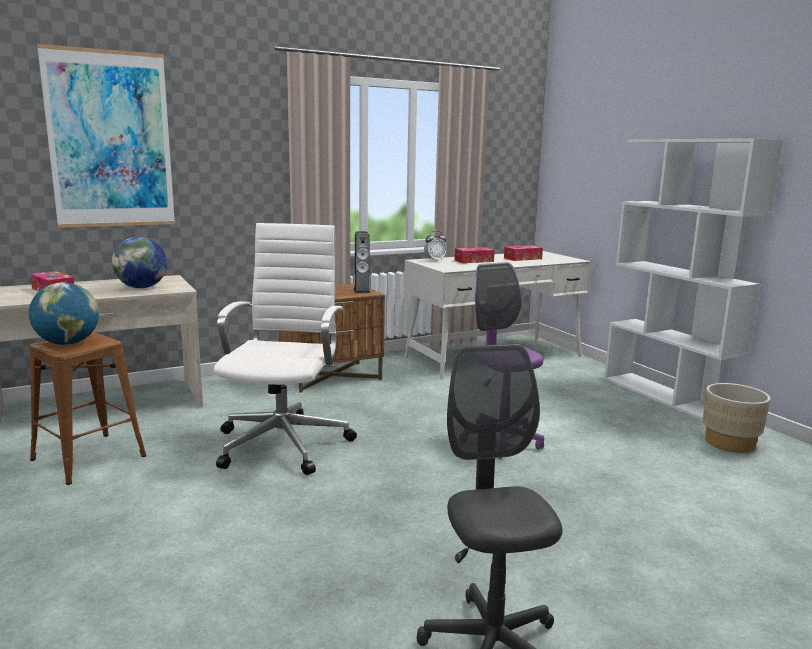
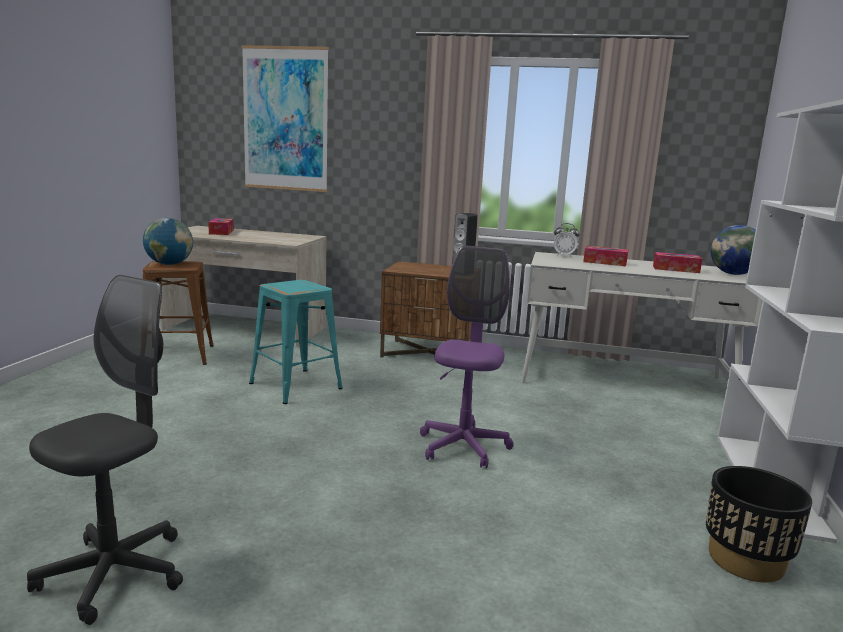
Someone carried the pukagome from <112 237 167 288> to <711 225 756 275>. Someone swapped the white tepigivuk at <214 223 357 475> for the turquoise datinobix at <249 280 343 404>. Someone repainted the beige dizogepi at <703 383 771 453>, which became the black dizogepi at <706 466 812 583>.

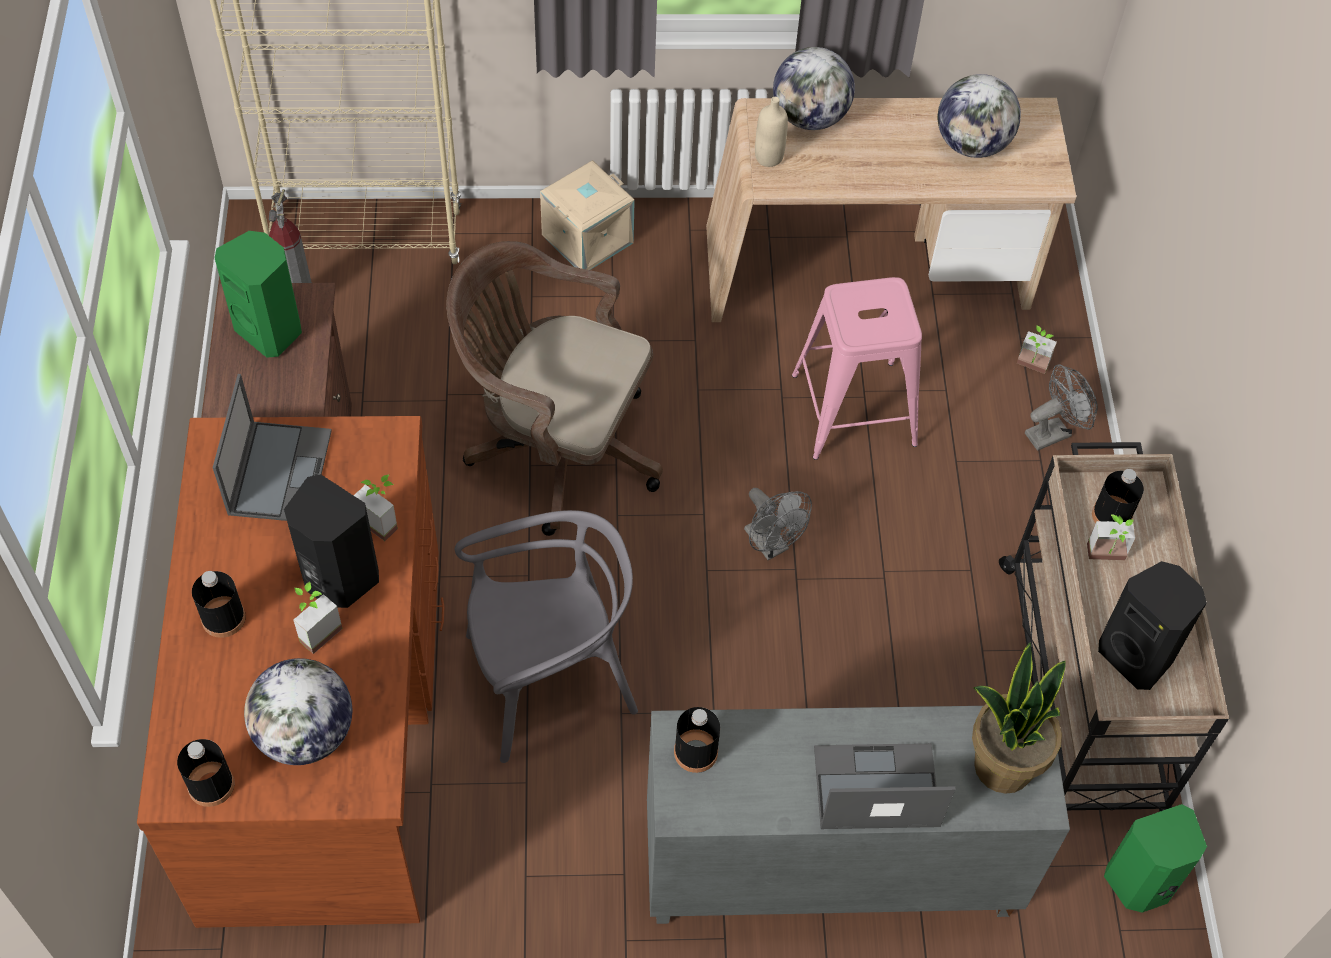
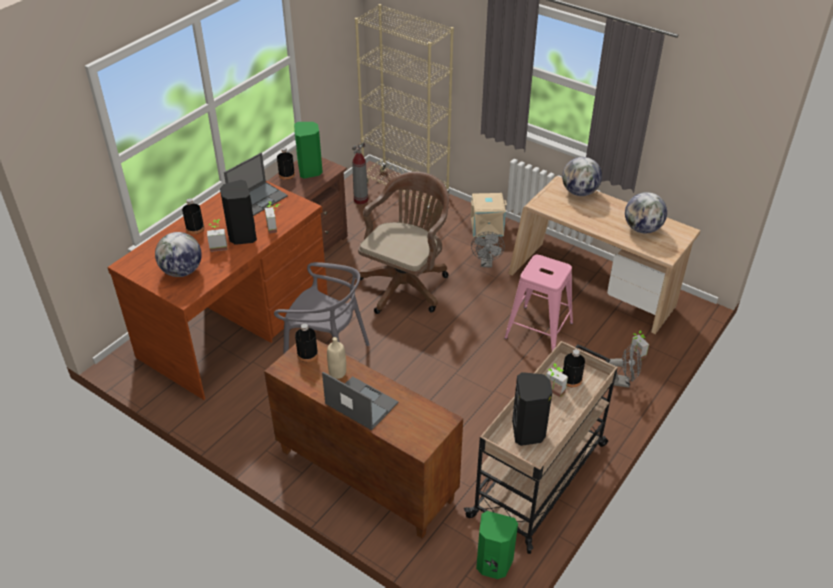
Someone took away the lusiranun at <972 642 1065 794>. Someone carried the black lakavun from <177 739 234 807> to <277 147 295 180>. Someone carried the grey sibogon from <744 488 812 560> to <471 232 505 268>. Someone carried the beige lakavun from <755 97 788 167> to <327 337 346 379>. Someone repainted the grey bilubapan at <647 706 1070 924>, which became the brown bilubapan at <264 339 463 538>. Someone rotated the brown tepigivuk at <446 241 663 536> by 60 degrees clockwise.

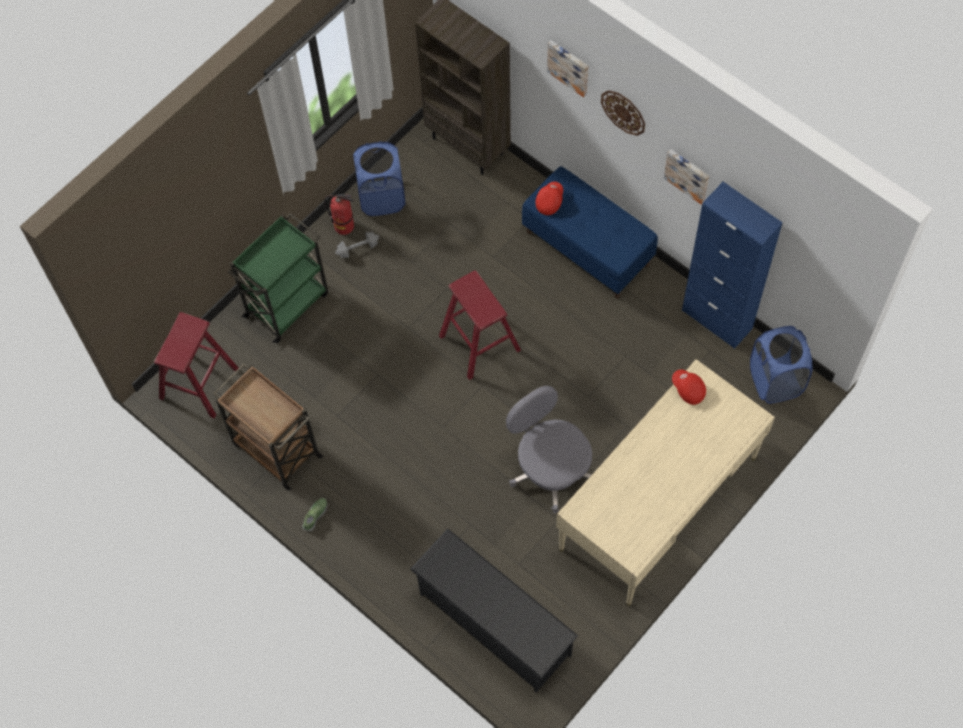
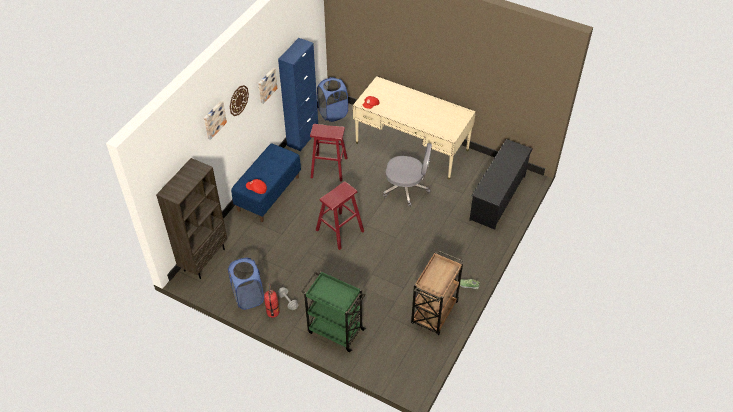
Someone carried the red datinobix from <154 312 238 419> to <310 124 348 182>. Someone rotated the grey tepigivuk at <506 386 592 513> by 120 degrees counterclockwise.

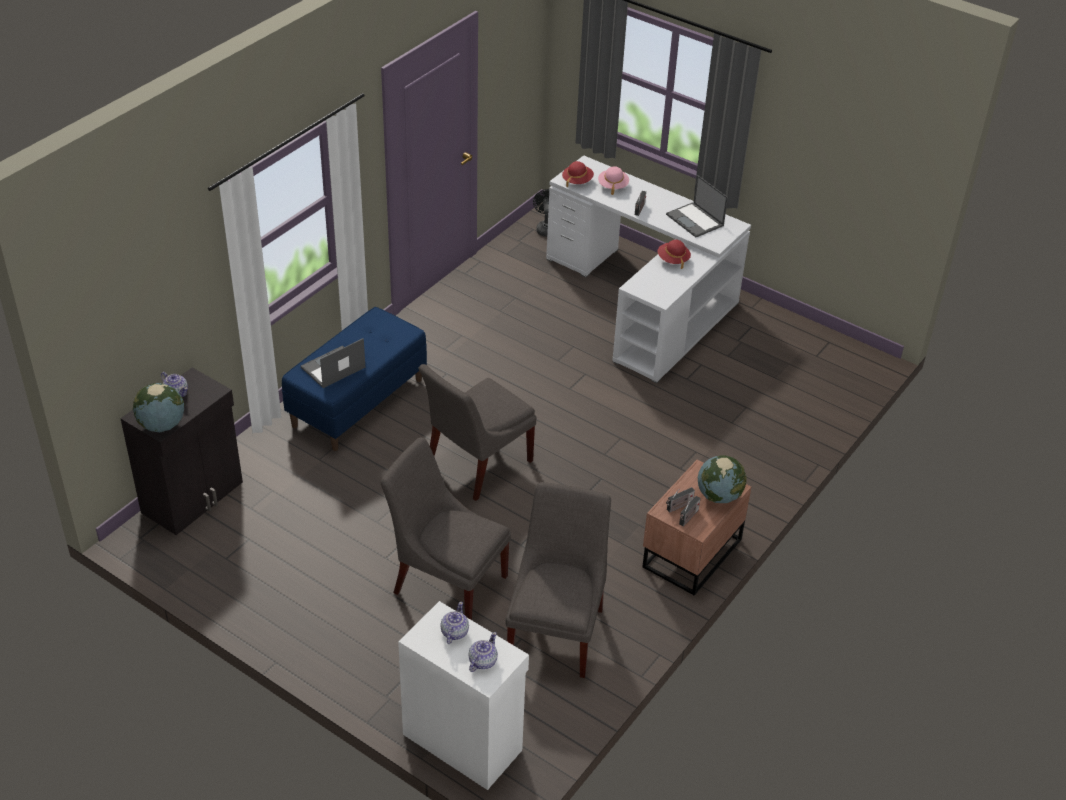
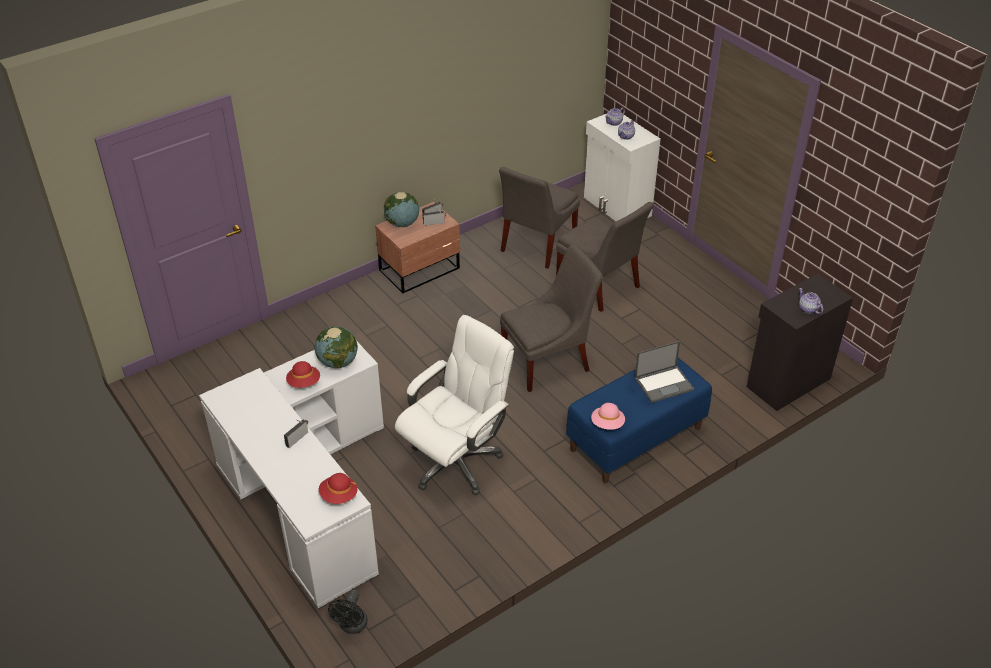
Someone took away the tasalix at <666 175 728 238>. Someone put down the white tepigivuk at <395 315 514 495>. Someone carried the pukagome from <133 383 185 432> to <315 326 358 368>. Someone carried the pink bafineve from <598 166 629 195> to <591 403 625 430>.

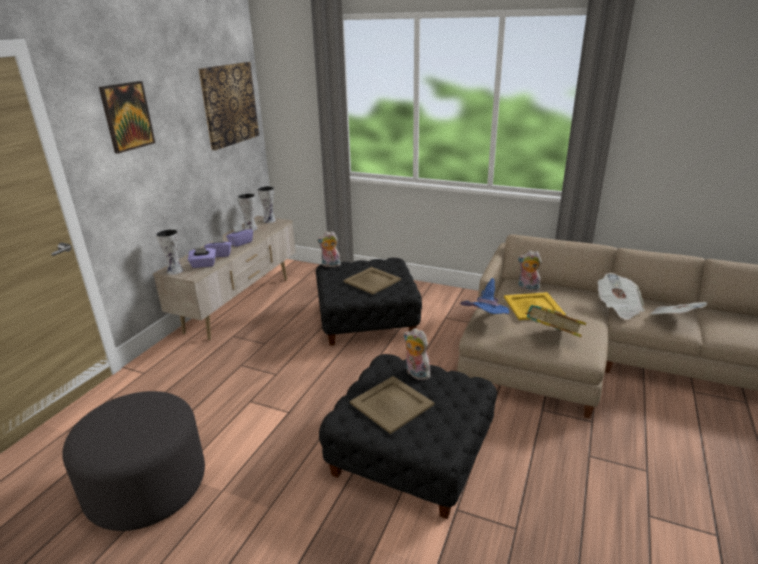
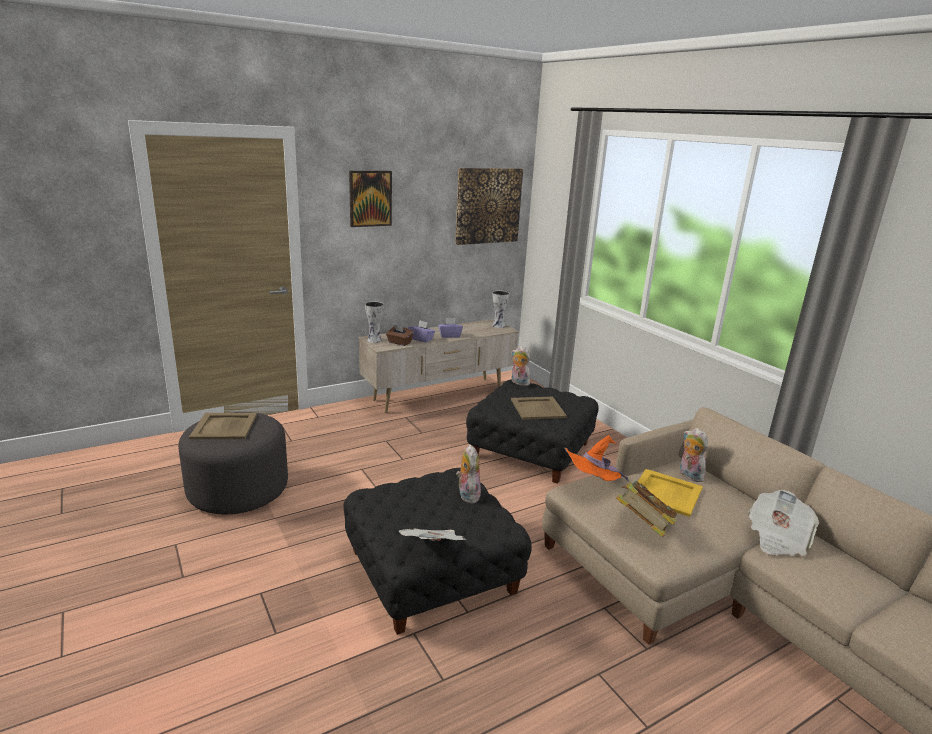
Someone took away the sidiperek at <237 193 258 231>. Someone carried the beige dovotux from <350 376 434 434> to <189 413 257 439>. Someone carried the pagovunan from <651 302 707 314> to <399 528 467 541>. Someone repainted the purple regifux at <188 248 216 268>, which became the brown regifux at <386 325 414 346>. Someone repainted the blue bafineve at <460 278 510 314>, which became the orange bafineve at <564 435 629 481>.

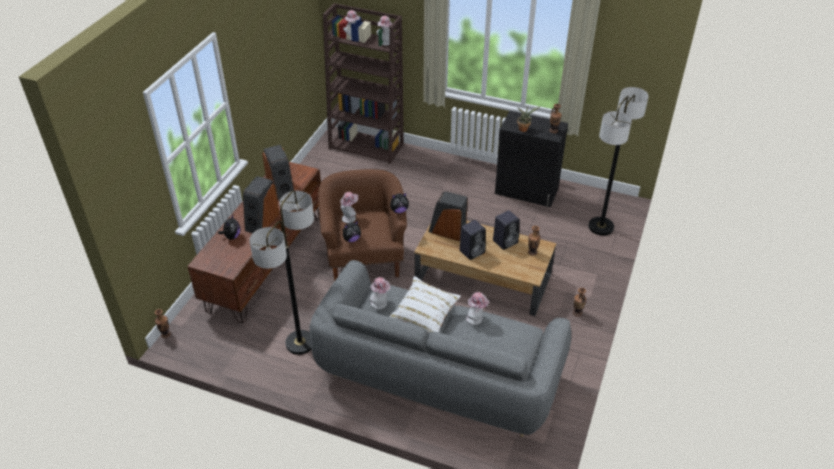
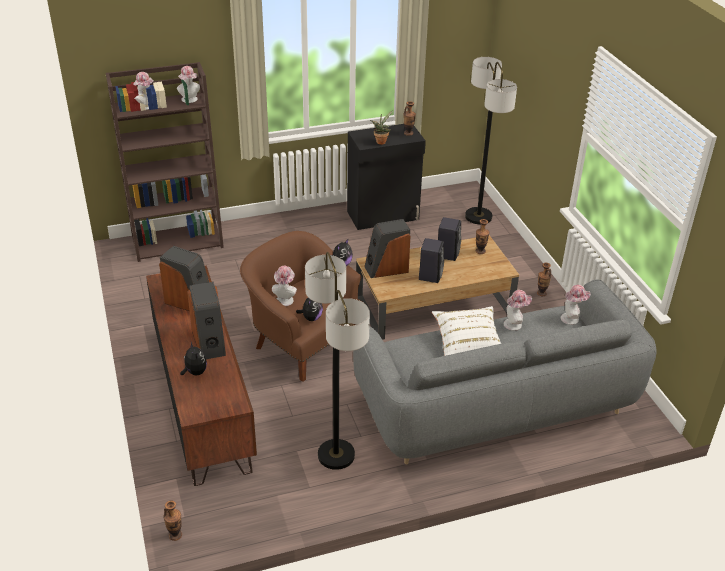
Someone carried the bafineve from <369 277 391 309> to <561 285 591 325>.

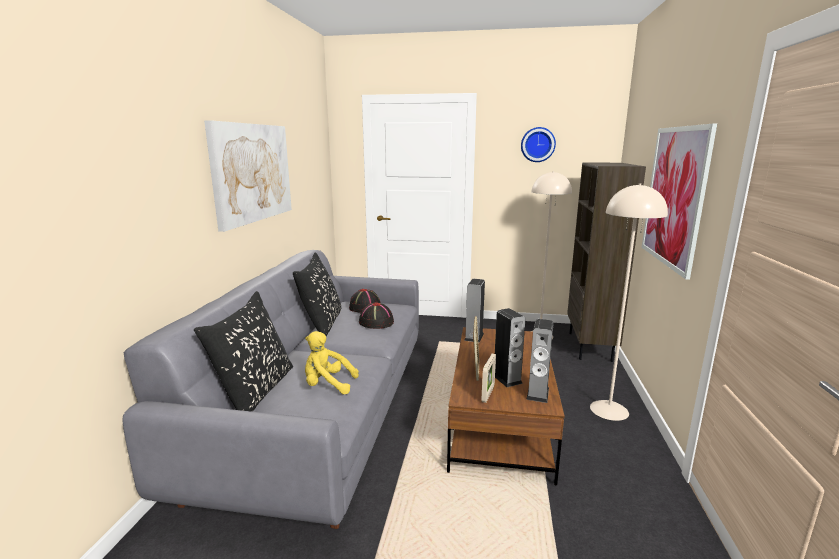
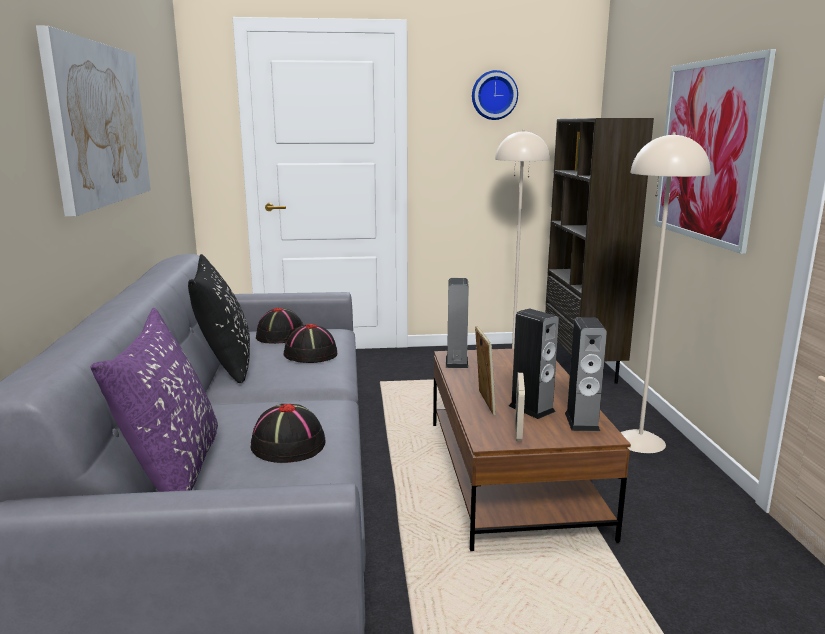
Someone swapped the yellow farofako at <305 331 359 394> for the black bafineve at <251 404 325 463>. Someone repainted the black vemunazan at <194 291 293 412>, which became the purple vemunazan at <91 308 218 492>.

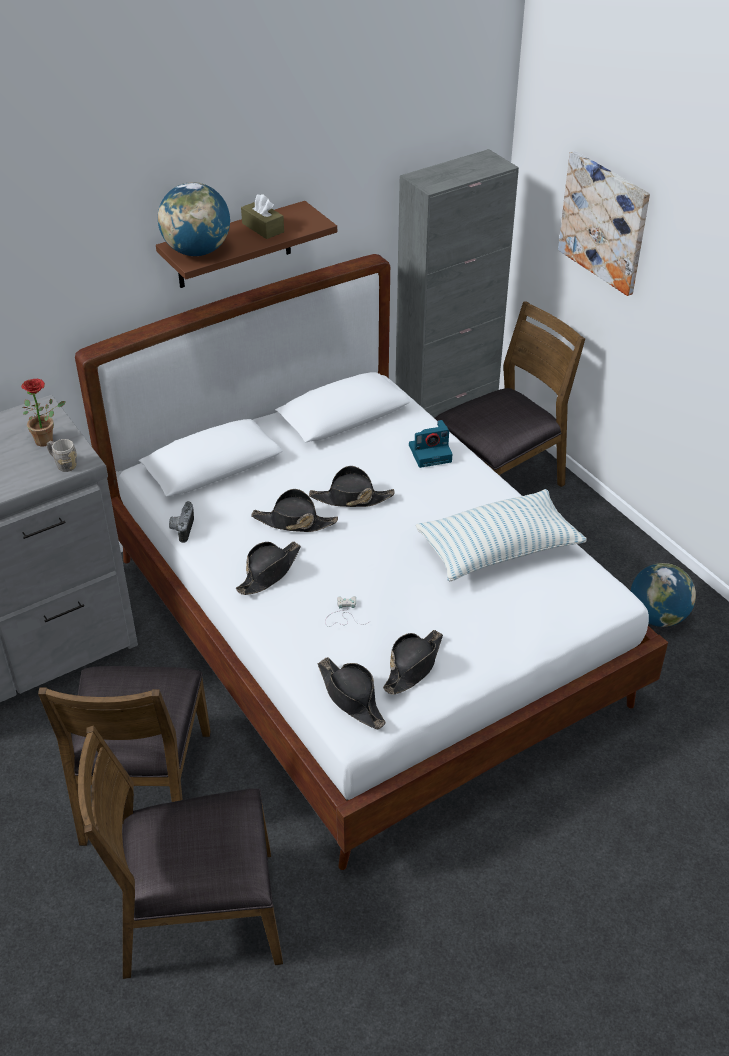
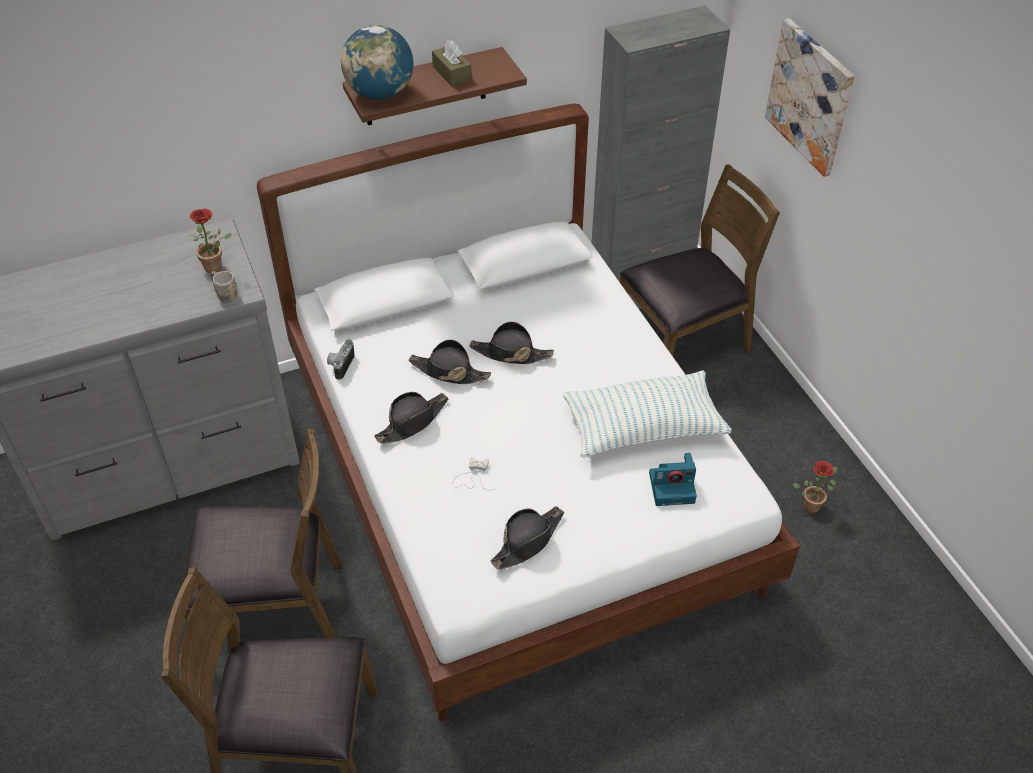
Someone took away the black bafineve at <318 657 386 729>. Someone carried the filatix from <409 420 453 468> to <649 453 697 506>. Someone swapped the pukagome at <631 563 696 627> for the lusiranun at <793 461 837 513>. Someone rotated the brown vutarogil at <38 666 211 846> by 105 degrees counterclockwise.

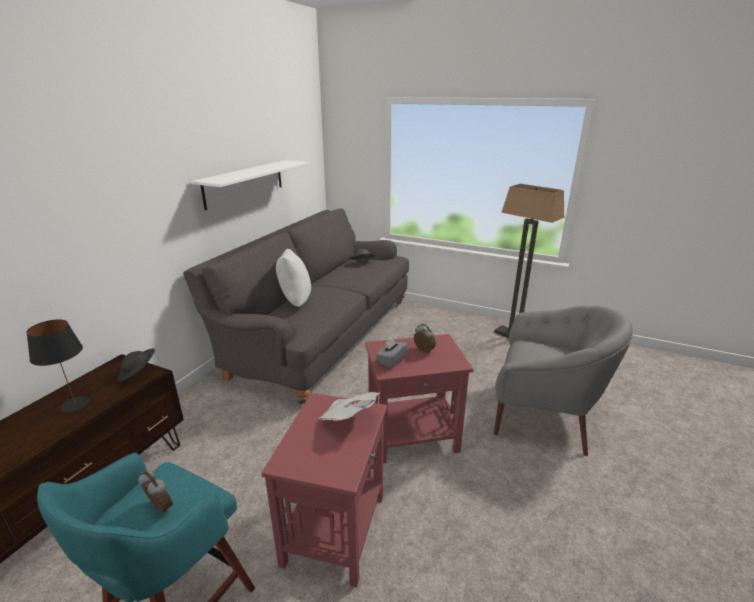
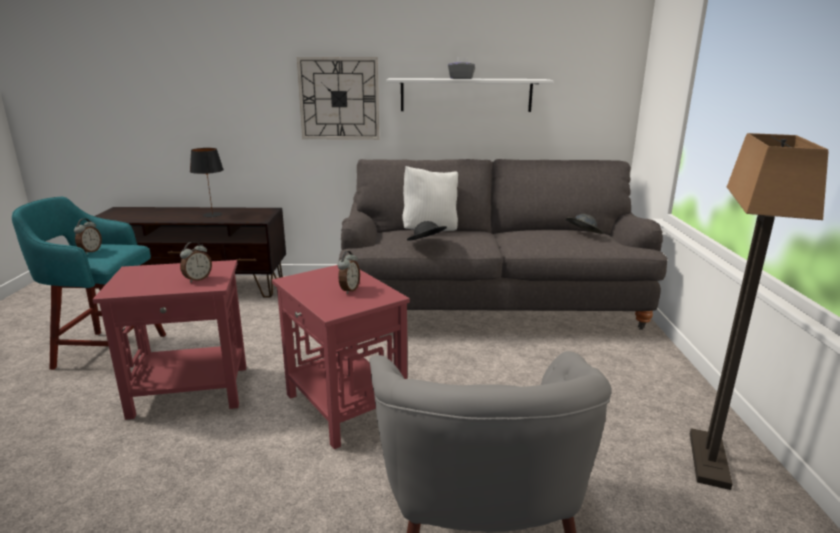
Someone put up the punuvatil at <297 57 379 140>. Someone carried the black bafineve from <117 348 155 381> to <407 221 447 241>. Someone carried the grey regifux from <376 337 408 368> to <448 57 475 79>. Someone swapped the pagovunan at <318 392 380 421> for the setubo at <180 242 212 283>.

